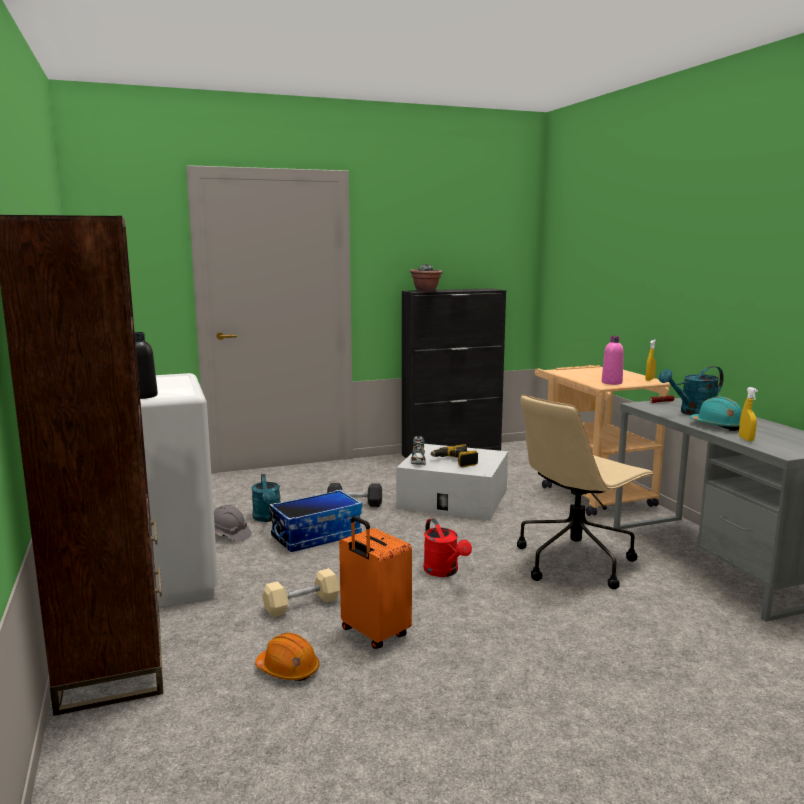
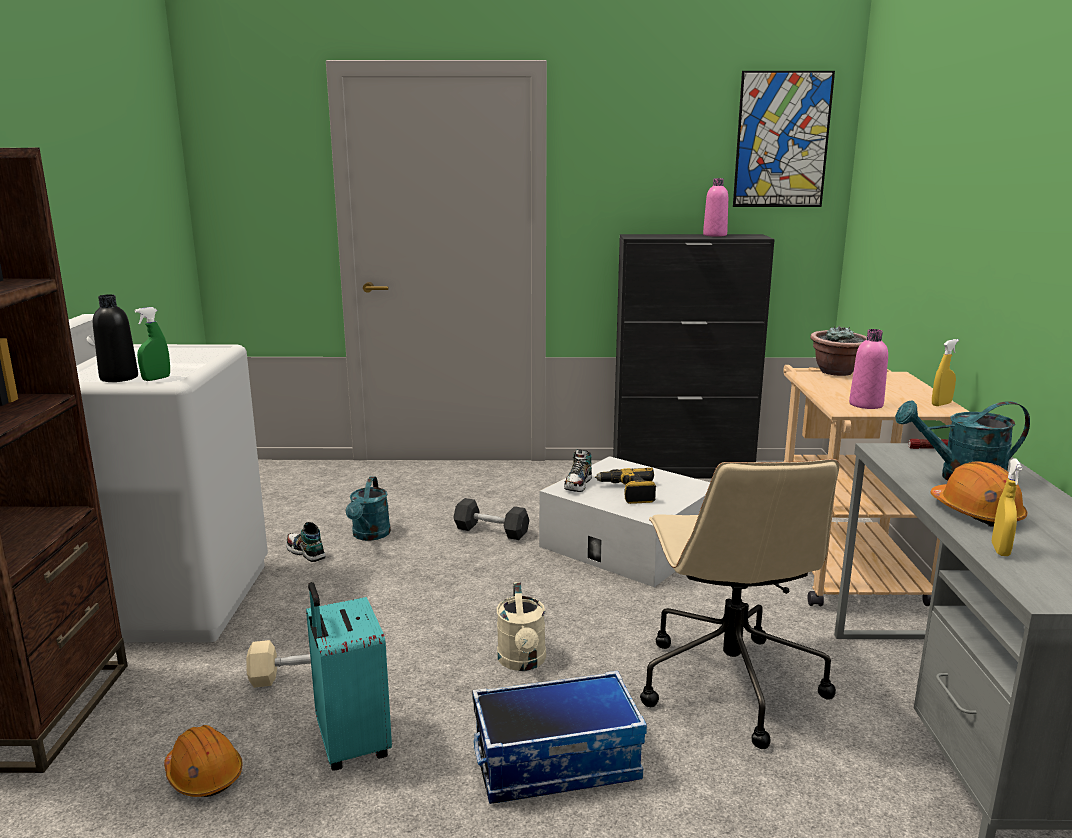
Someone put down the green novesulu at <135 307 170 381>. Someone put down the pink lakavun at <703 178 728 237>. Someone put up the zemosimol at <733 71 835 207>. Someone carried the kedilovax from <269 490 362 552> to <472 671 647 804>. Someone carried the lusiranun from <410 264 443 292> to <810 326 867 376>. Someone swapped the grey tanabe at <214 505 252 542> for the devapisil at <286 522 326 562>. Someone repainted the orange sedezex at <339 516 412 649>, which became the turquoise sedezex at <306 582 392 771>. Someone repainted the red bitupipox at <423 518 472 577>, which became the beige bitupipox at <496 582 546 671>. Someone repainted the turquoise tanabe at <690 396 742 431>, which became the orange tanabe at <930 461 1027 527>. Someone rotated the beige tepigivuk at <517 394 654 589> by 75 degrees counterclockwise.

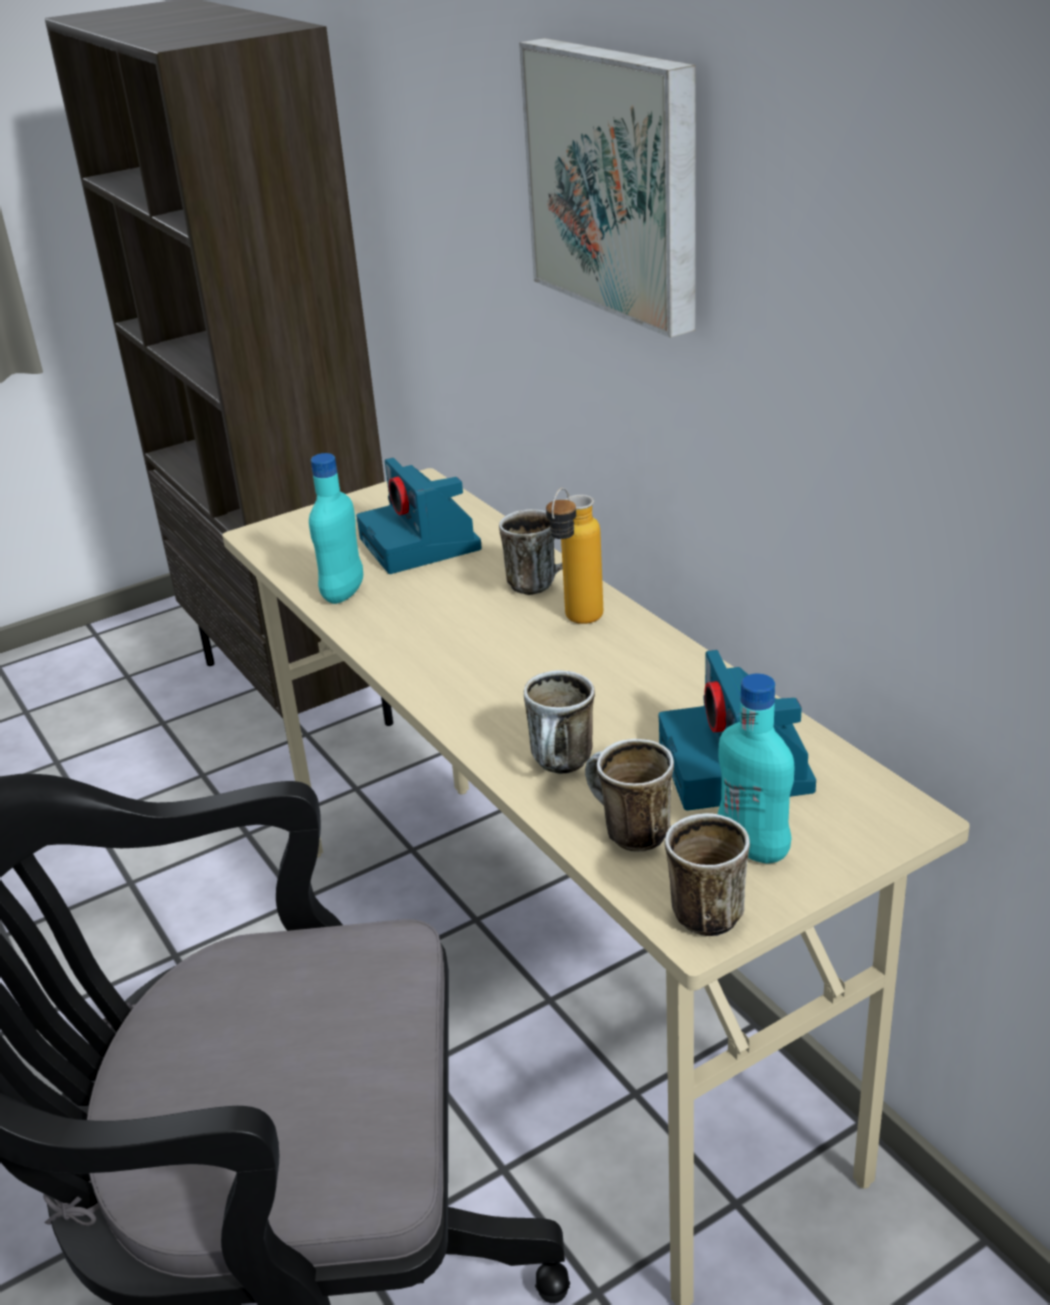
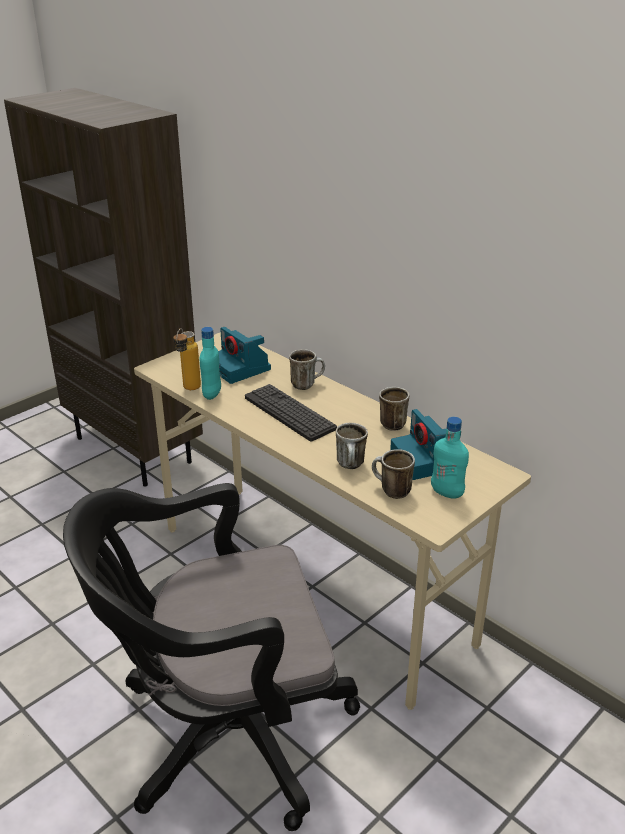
Someone took away the zemosimol at <519 38 695 338>. Someone put down the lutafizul at <245 384 337 442>. Someone carried the lakavun from <546 488 603 624> to <173 329 201 390>. Someone carried the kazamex from <665 813 750 936> to <379 387 409 431>.

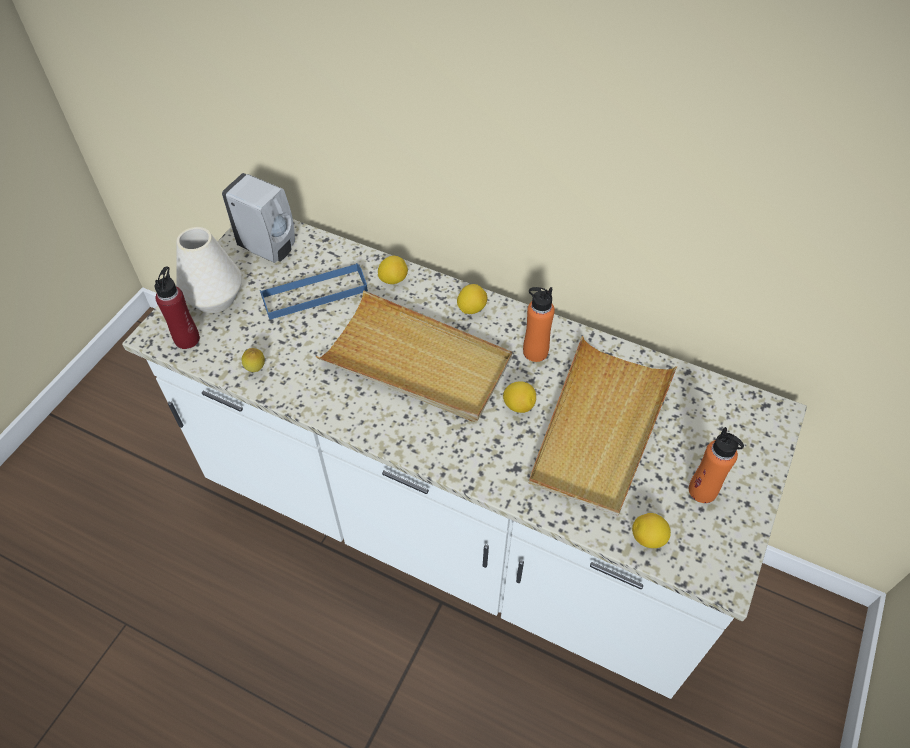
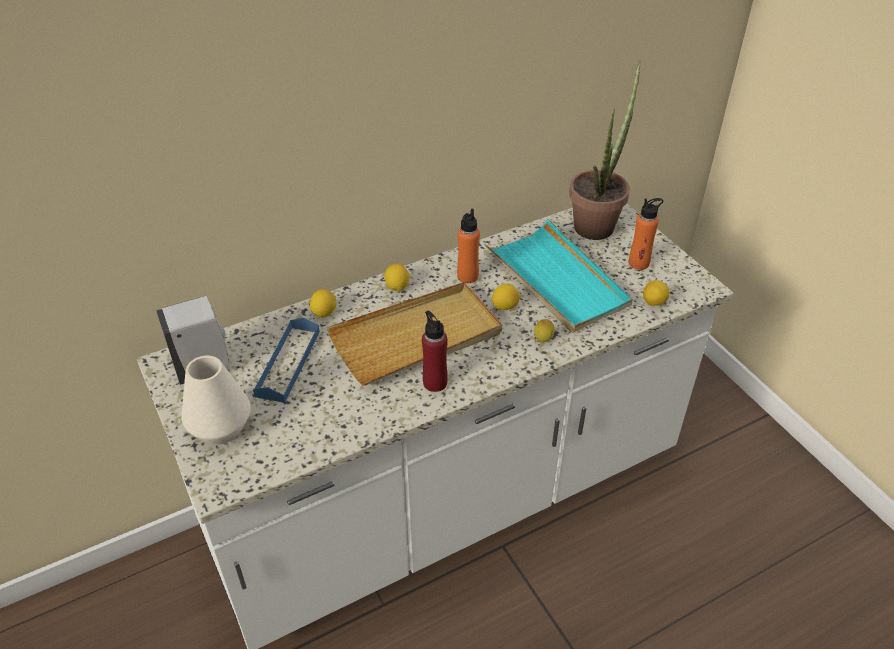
Someone put down the lusiranun at <569 60 640 240>. Someone carried the red lakavun from <155 266 200 349> to <422 311 448 392>. Someone carried the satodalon from <242 348 265 372> to <534 319 555 343>. Someone repainted the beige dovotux at <528 336 677 517>, which became the turquoise dovotux at <485 219 633 333>.

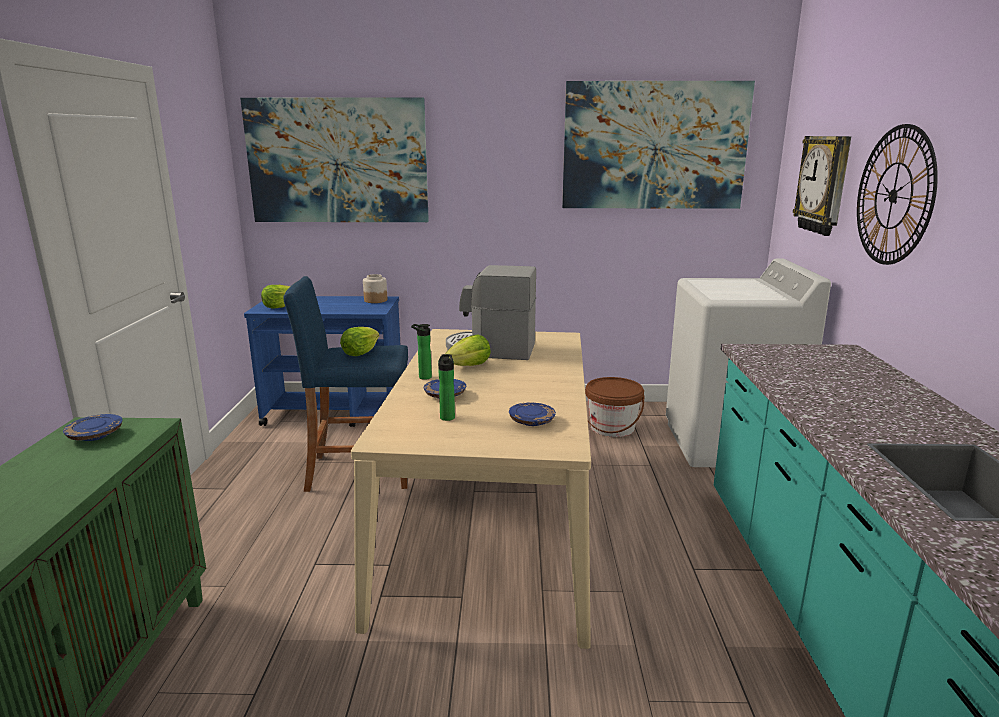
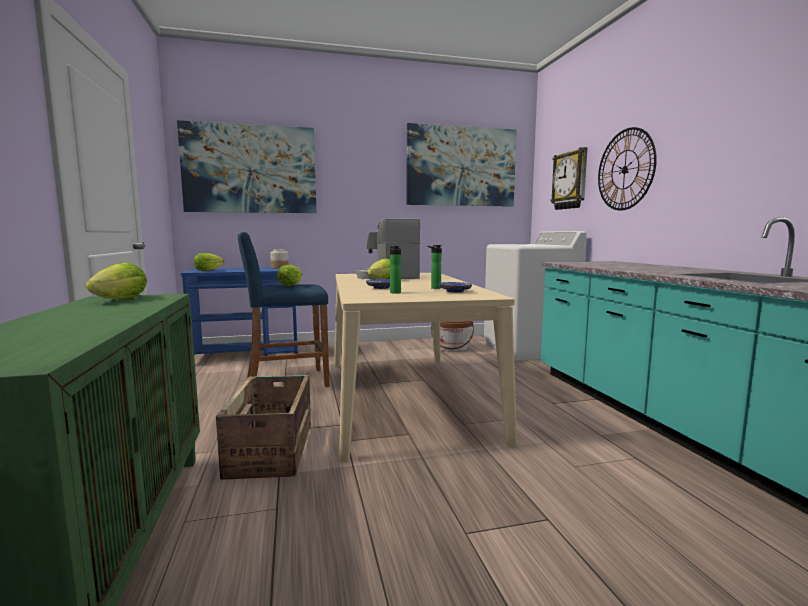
Someone put down the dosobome at <216 375 311 480>. Someone carried the lakavun from <411 324 432 380> to <428 245 442 289>. Someone swapped the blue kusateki at <63 414 123 441> for the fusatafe at <86 263 147 299>.

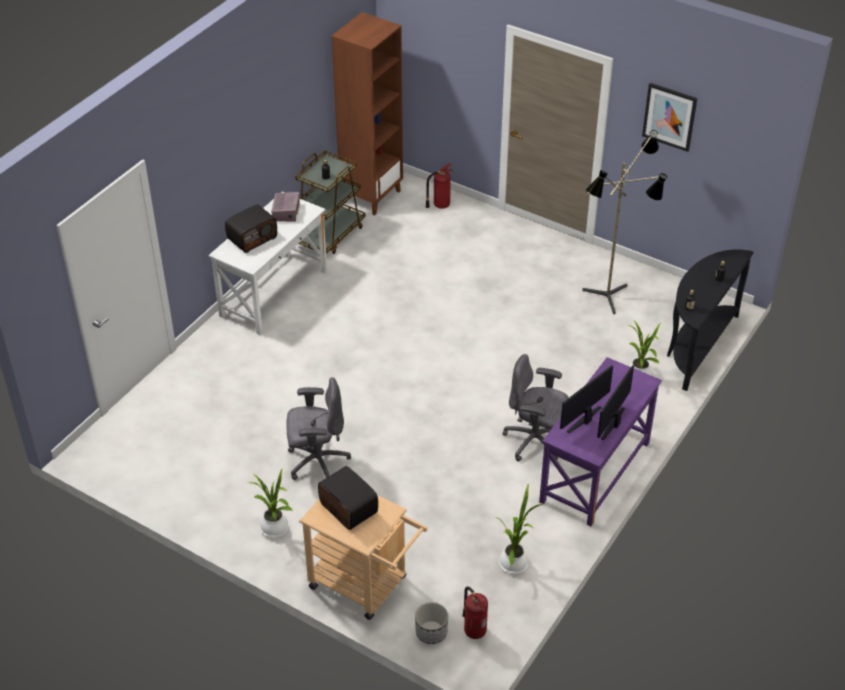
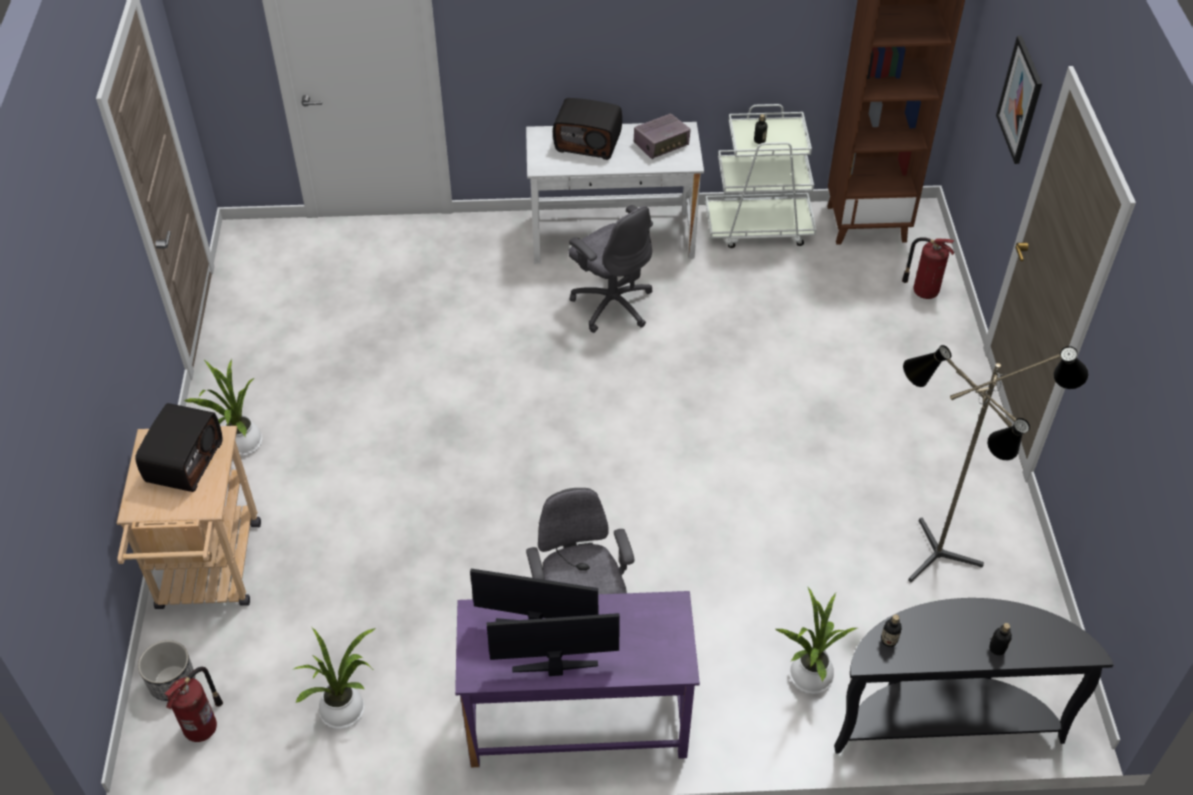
Someone carried the grey tepigivuk from <286 377 351 480> to <568 205 653 333>. Someone carried the zemosimol from <642 83 697 152> to <996 36 1042 164>. Someone repainted the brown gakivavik at <295 150 365 254>, which became the white gakivavik at <705 104 817 248>.

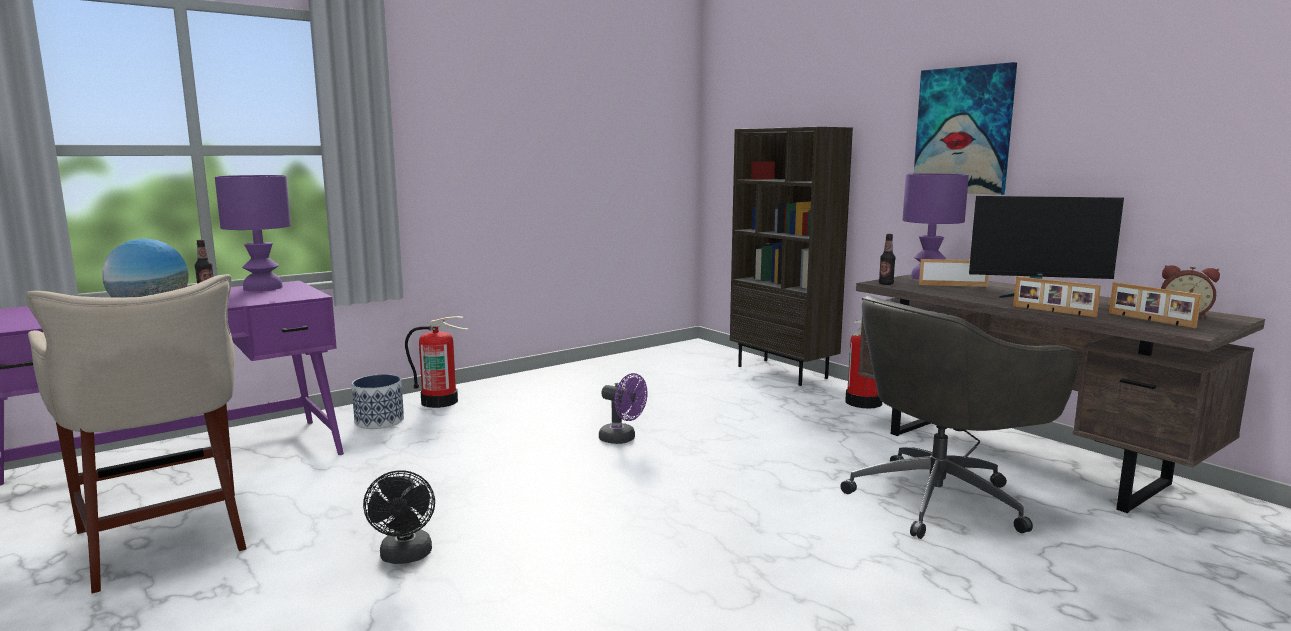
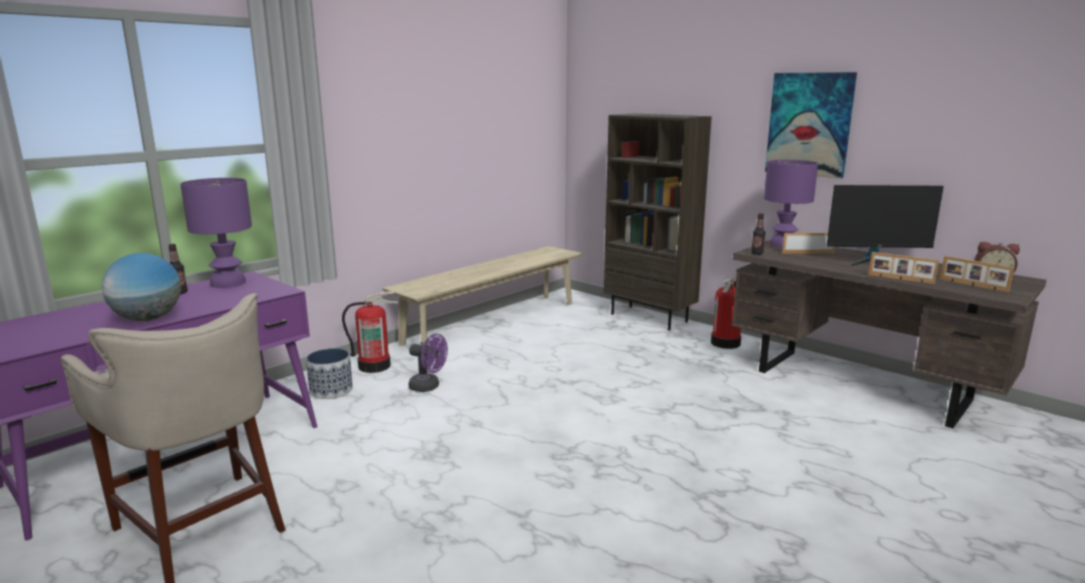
Someone took away the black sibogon at <363 470 435 564>. Someone took away the grey tepigivuk at <840 296 1079 539>. Someone put down the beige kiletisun at <382 246 583 346>. Someone carried the purple sibogon from <599 373 648 444> to <409 334 448 392>.

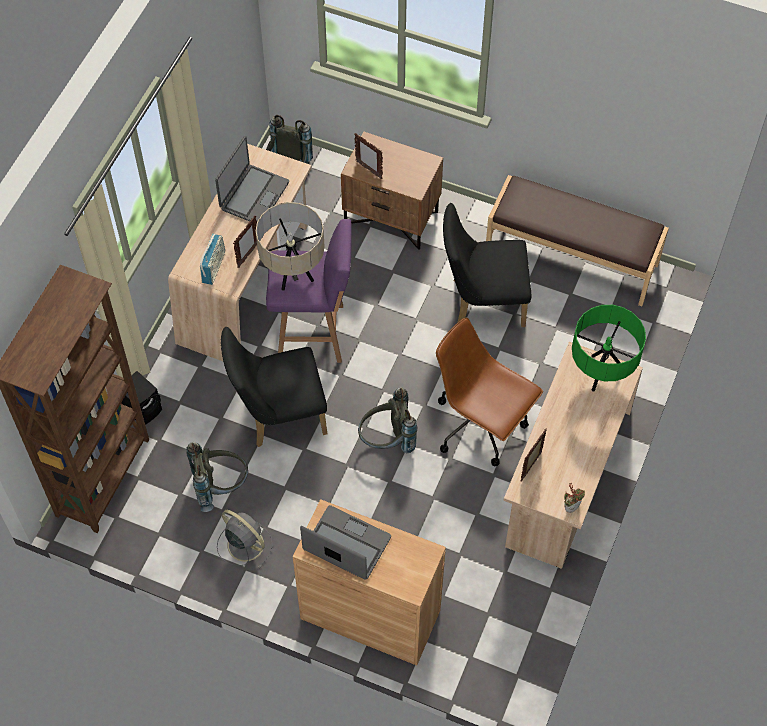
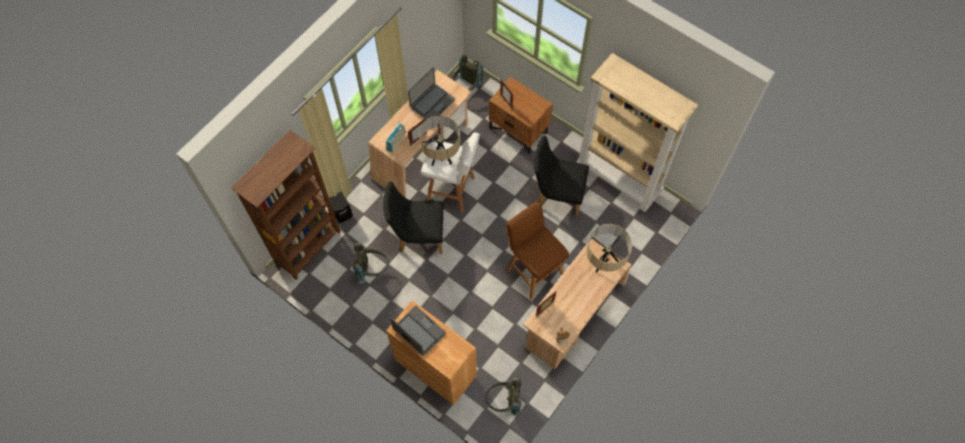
Someone took away the grey sibogon at <217 510 273 568>. Someone carried the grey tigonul from <358 387 417 453> to <485 377 522 415>. Someone swapped the brown tepigivuk at <436 317 543 466> for the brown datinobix at <506 201 569 300>. Someone swapped the brown kiletisun at <486 175 669 306> for the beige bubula at <576 53 698 212>. Someone repainted the purple datinobix at <266 219 352 363>, which became the white datinobix at <421 132 480 212>. Someone repainted the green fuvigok at <572 305 646 392>, which became the beige fuvigok at <586 224 632 272>.

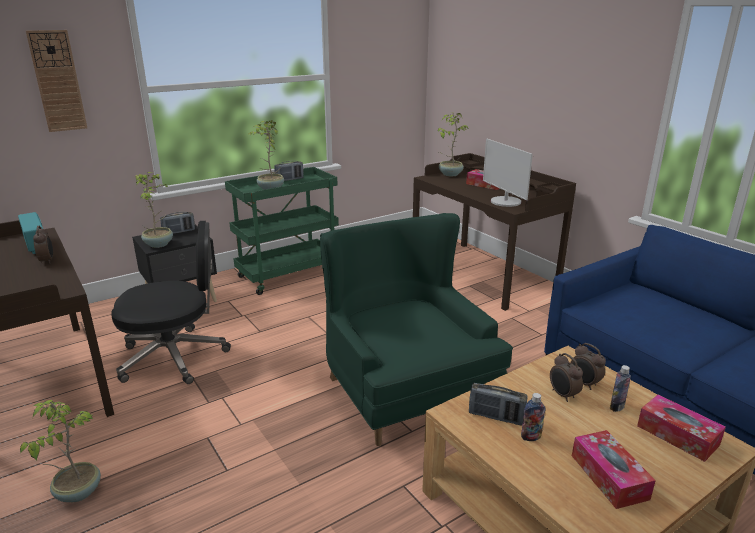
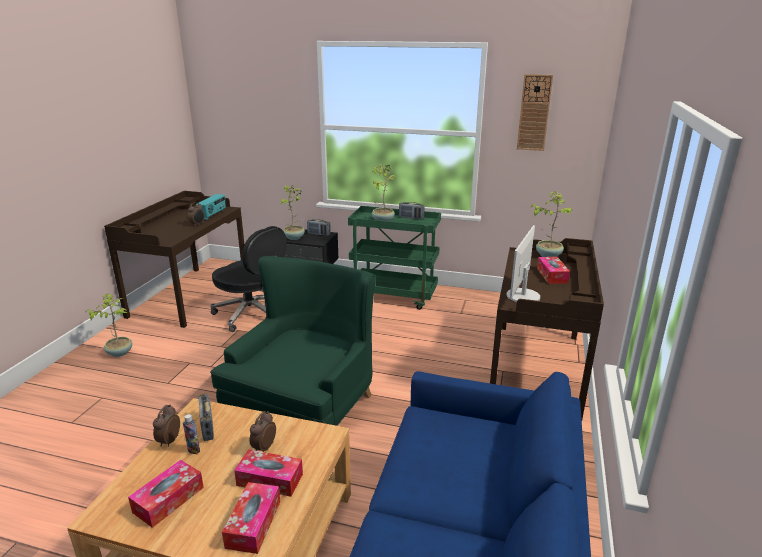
Someone carried the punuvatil from <26 30 87 132> to <517 74 553 151>. Someone carried the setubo from <570 343 606 390> to <153 404 180 447>. Someone swapped the lakavun at <610 365 631 412> for the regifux at <234 449 303 497>.

